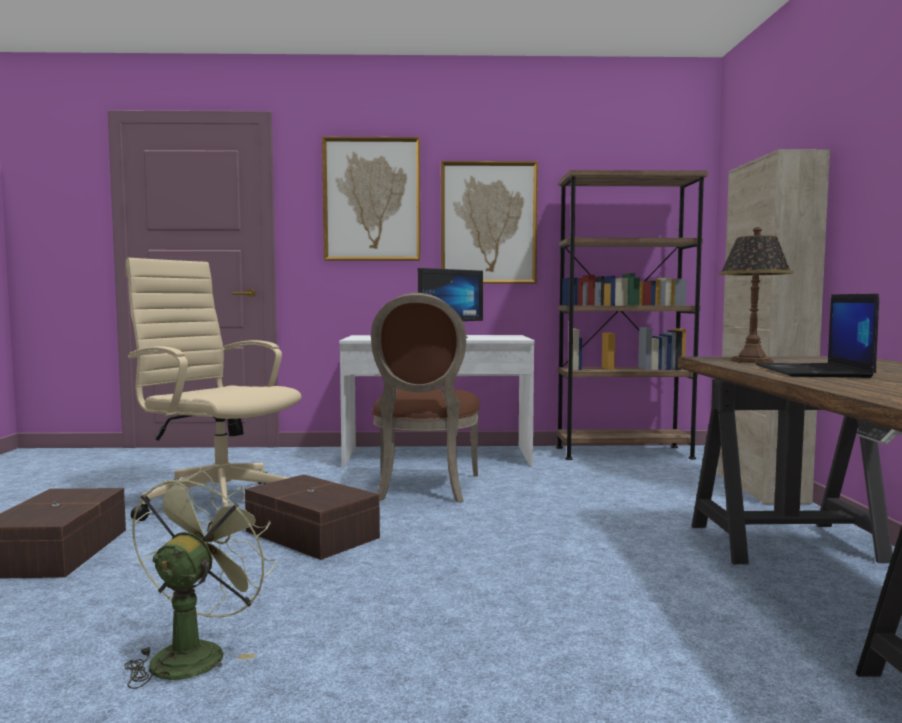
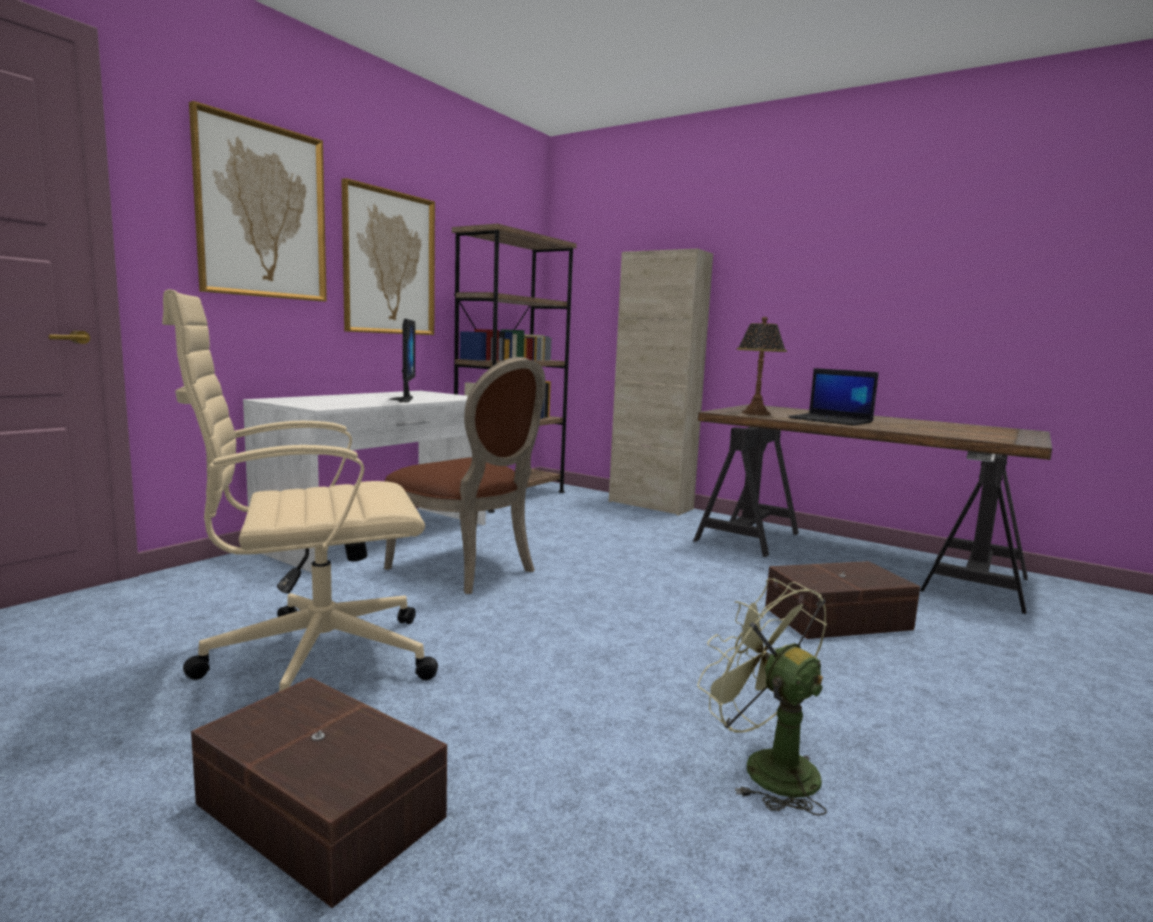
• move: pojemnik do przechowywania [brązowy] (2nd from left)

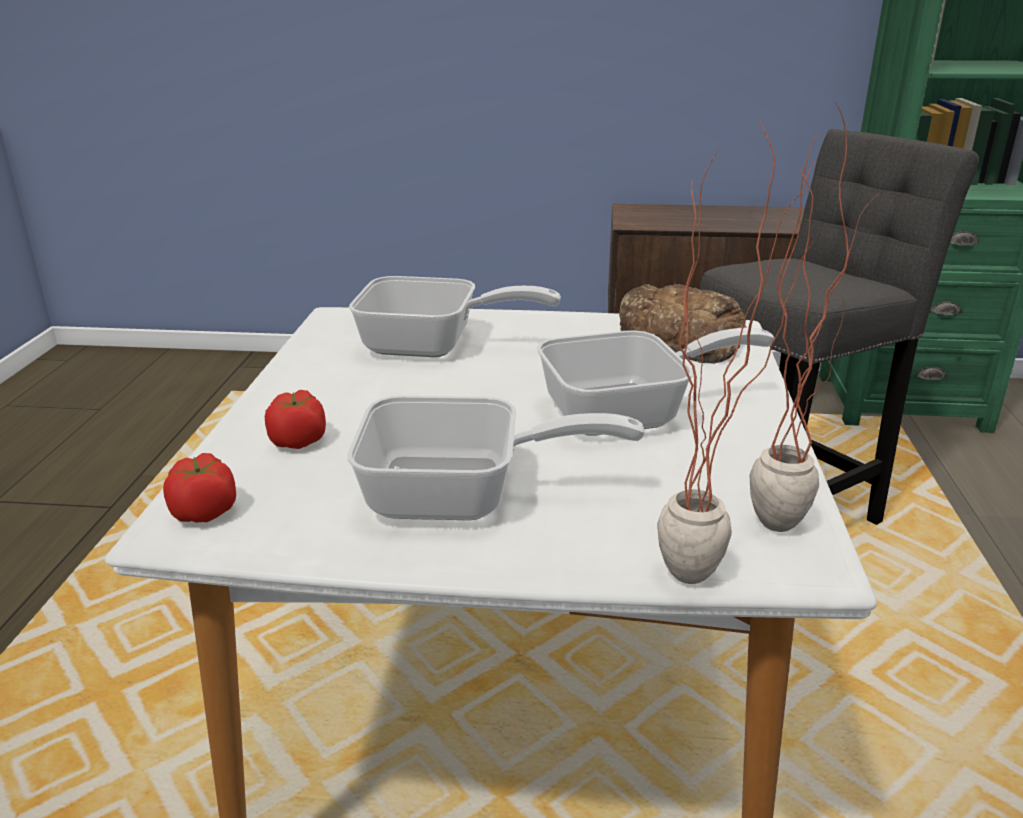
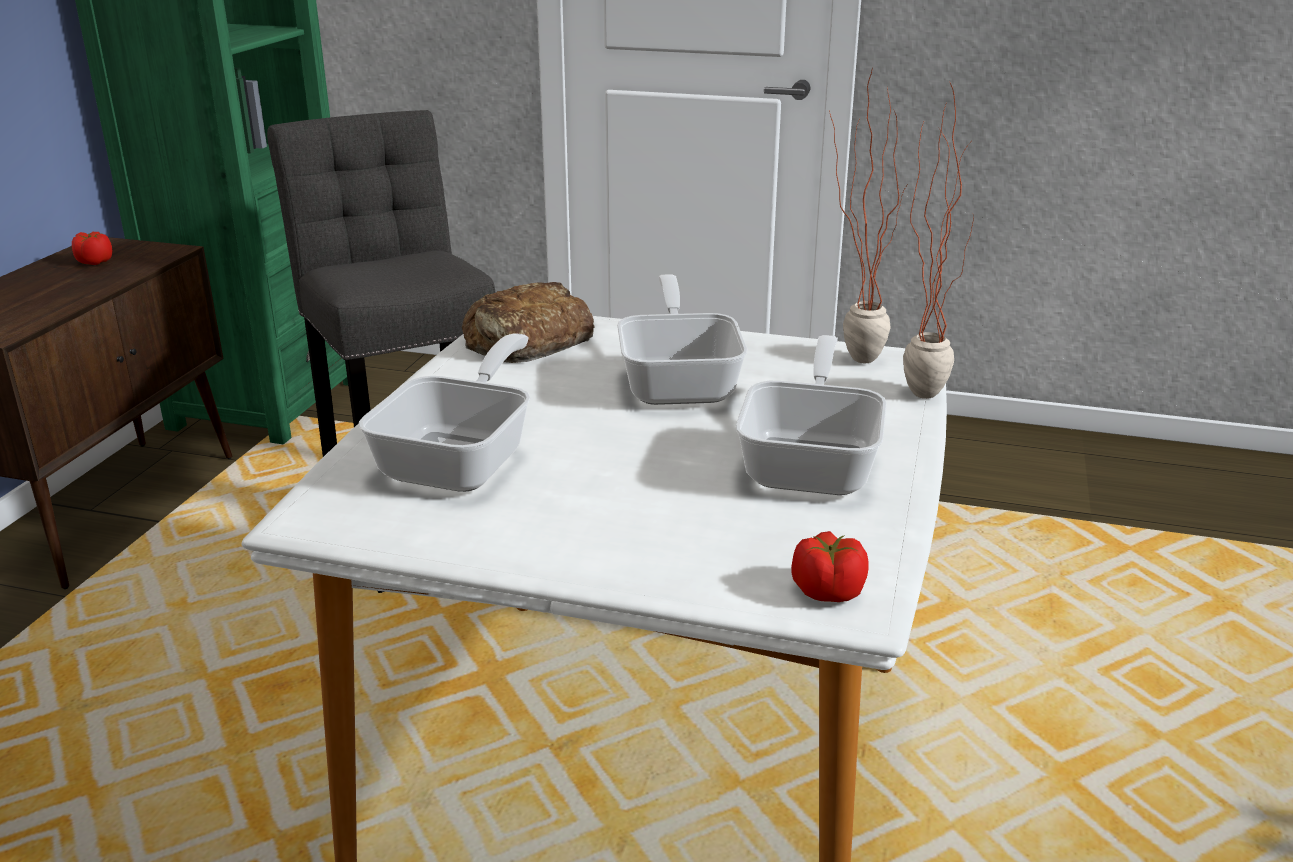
• move: pomidor (2nd from left in the first image) to pomidor (1st from left)

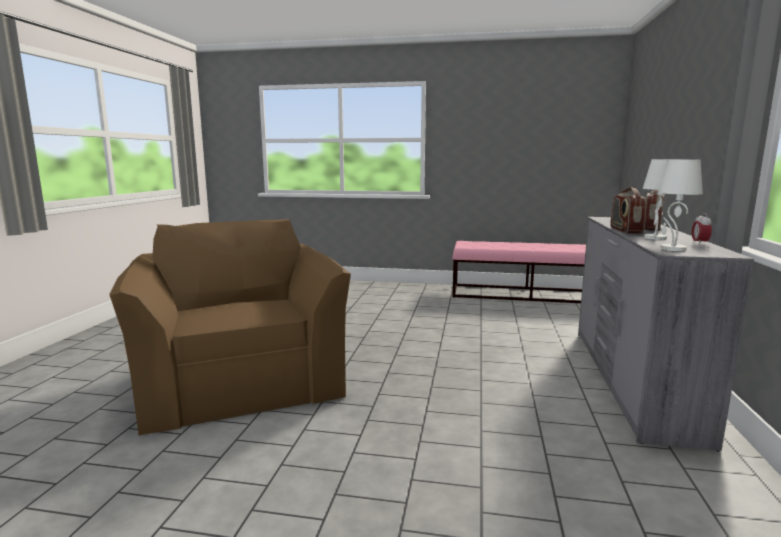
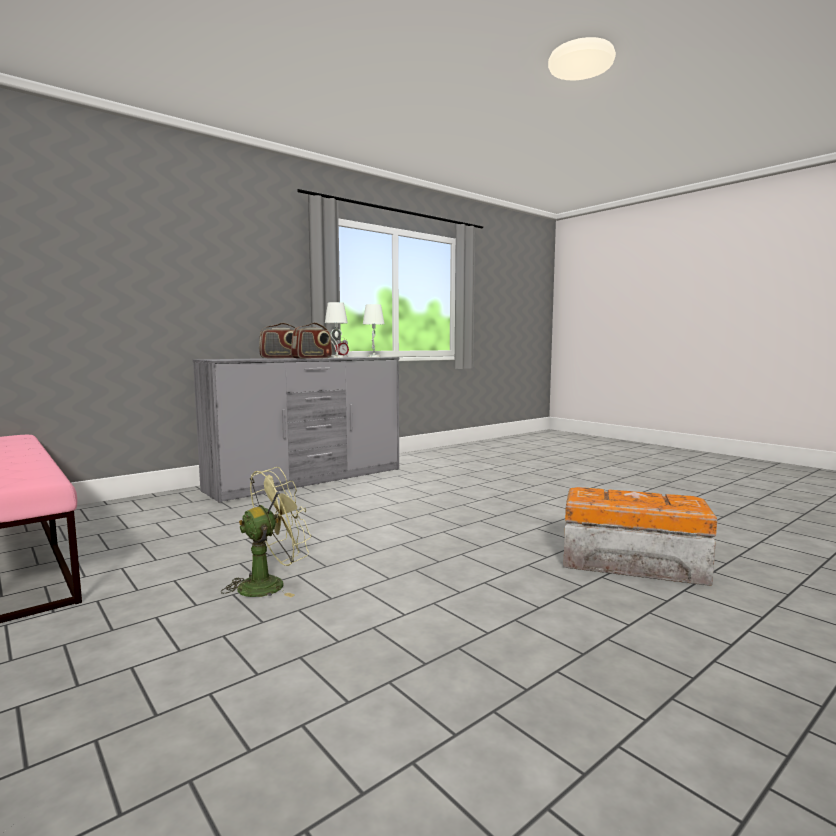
• replace: fotel [brązowy] to pojemnik do przechowywania
• insert: wentylator [zielony]

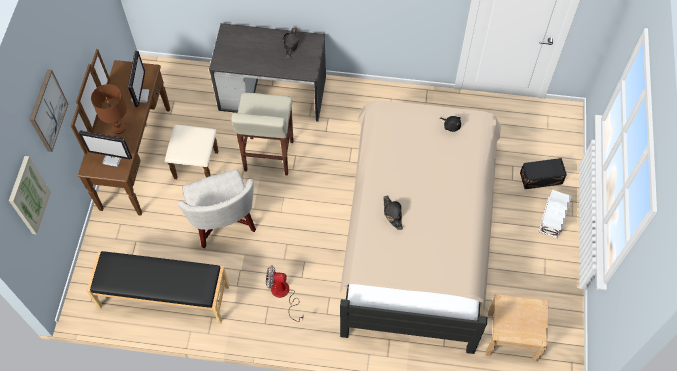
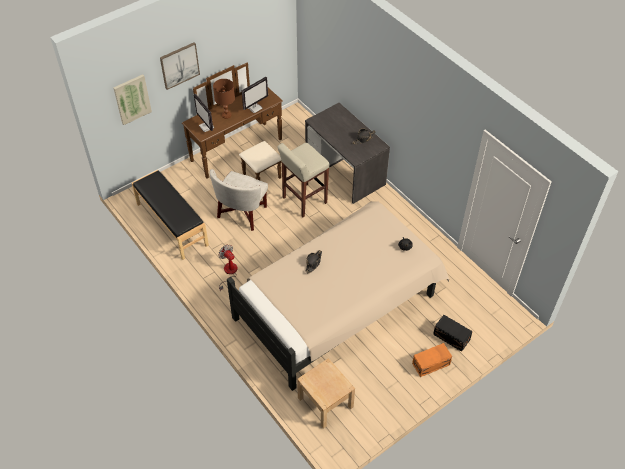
• recolor: pojemnik do przechowywania [biały] to pojemnik do przechowywania [pomarańczowy]

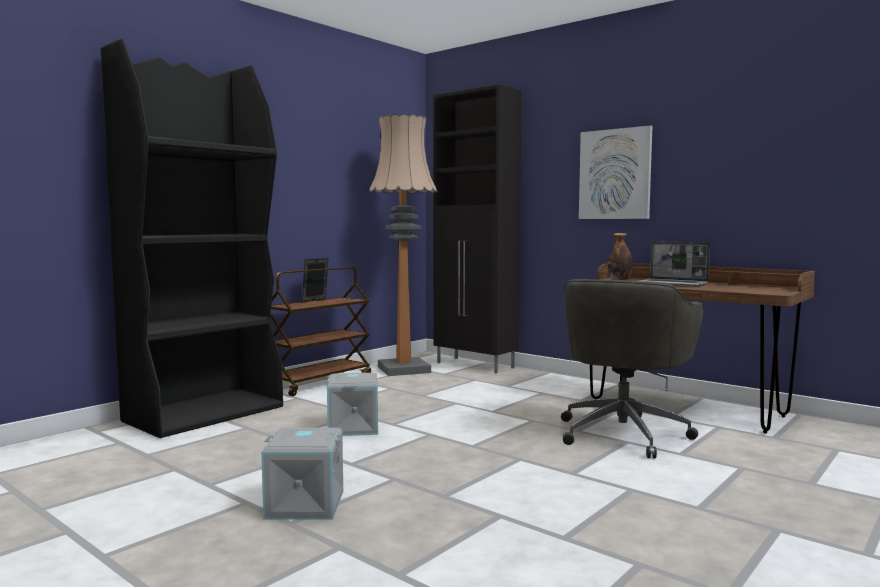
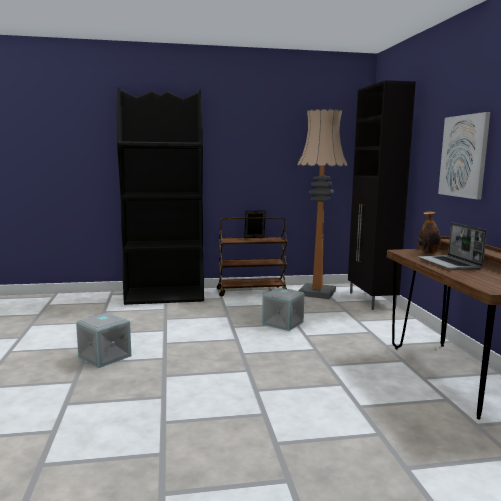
• delete: krzesło biurowe [szary]
• move: pojemnik do przechowywania [szary] (2nd from left)

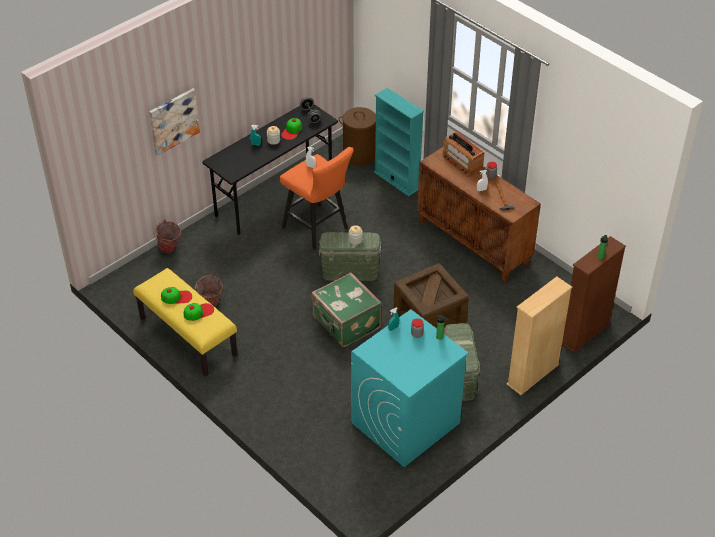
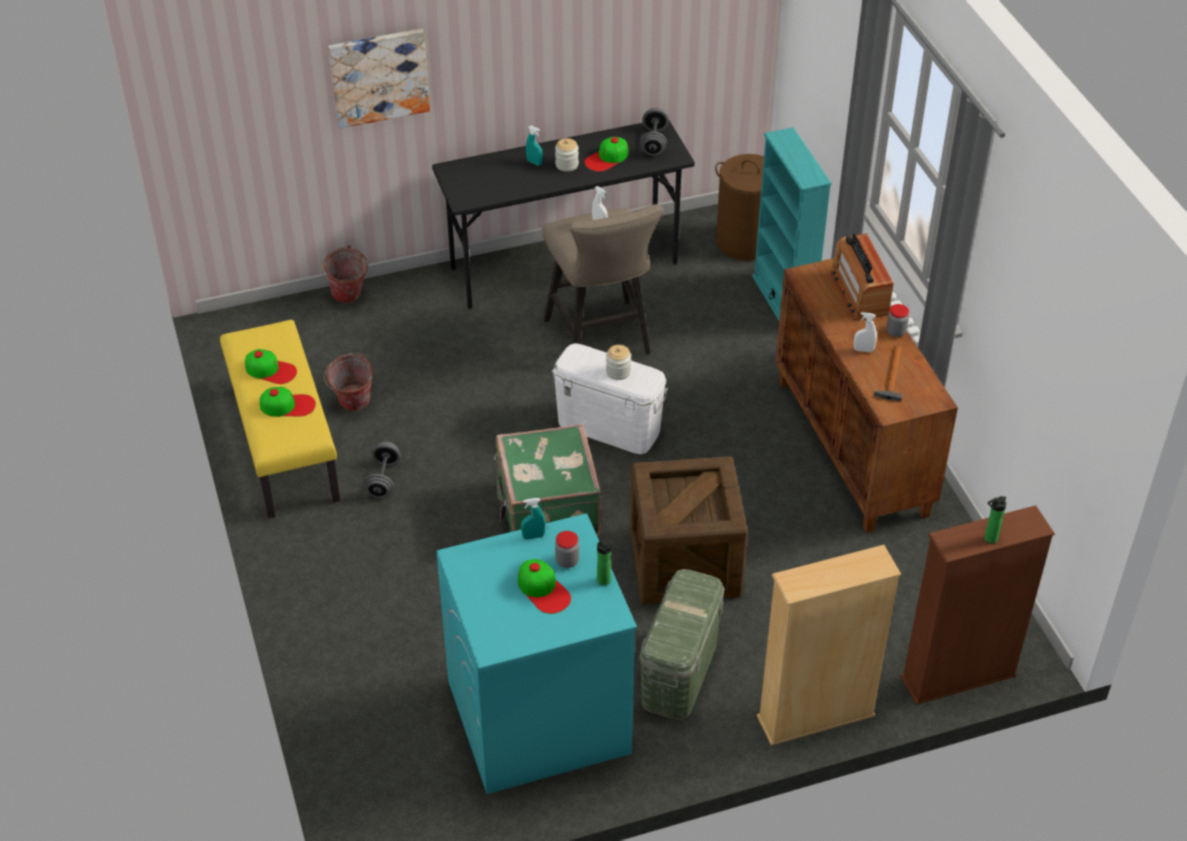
• recolor: stołek [pomarańczowy] to stołek [beżowy]
• recolor: pojemnik do przechowywania [zielony] (1st from left) to pojemnik do przechowywania [biały]
• insert: hantel [szary] (1st from left)
• insert: czapka z daszkiem (3rd from left)

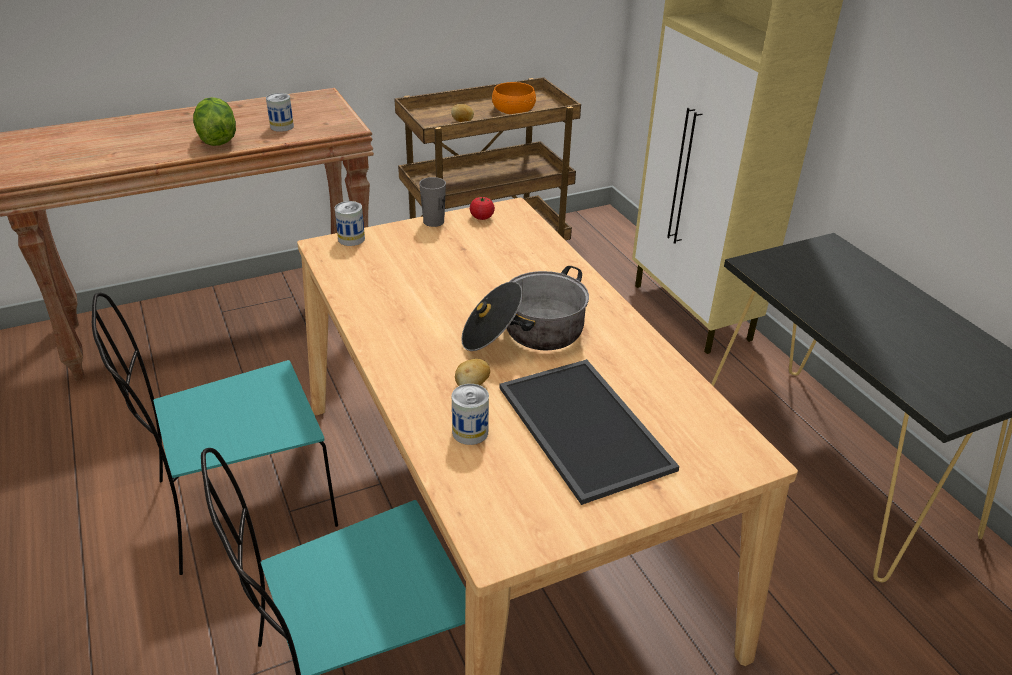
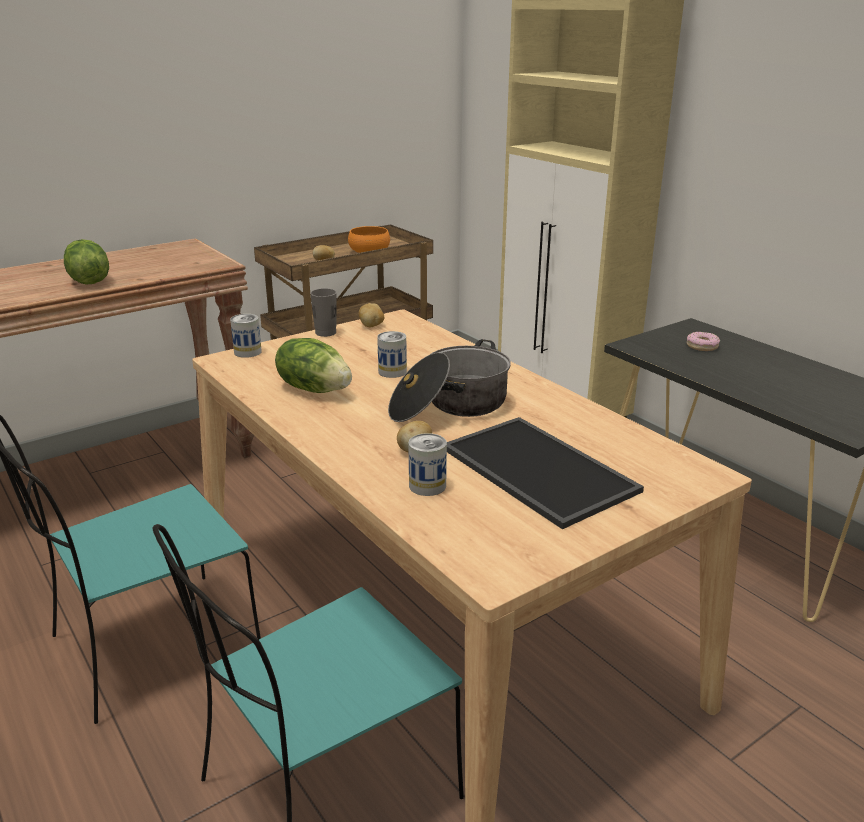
• move: puszka (1st from left in the first image) to puszka (2nd from left)
• replace: pomidor to ziemniak (2nd from left)
• insert: donut
• insert: sałata (2nd from left)

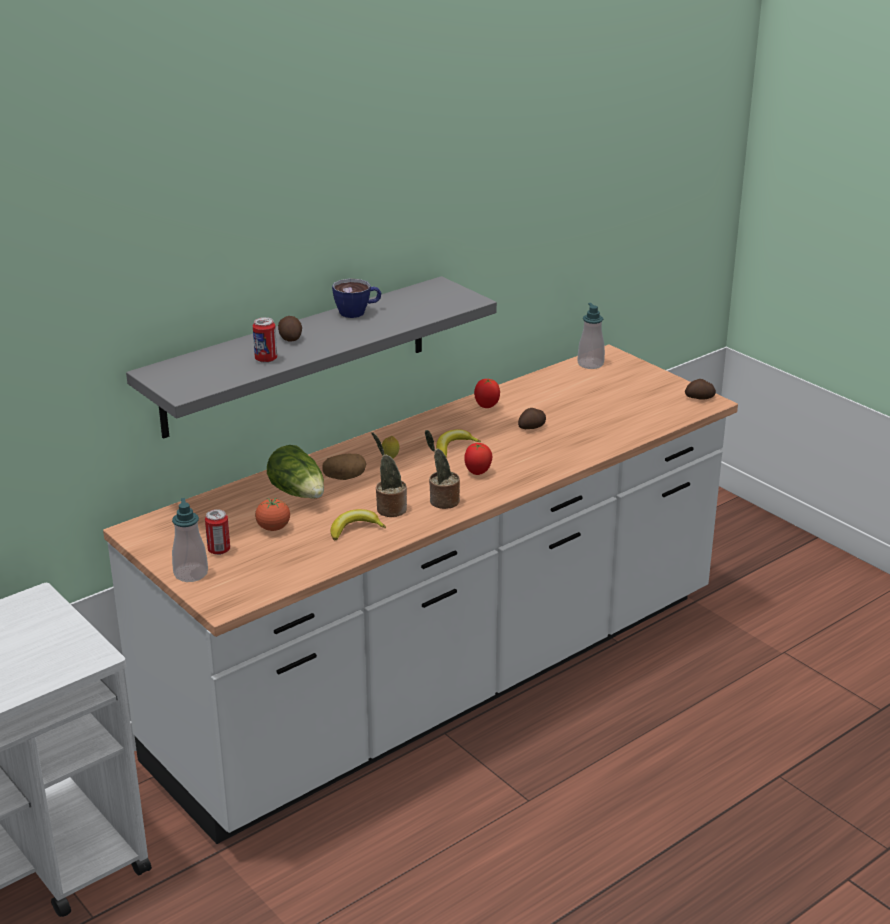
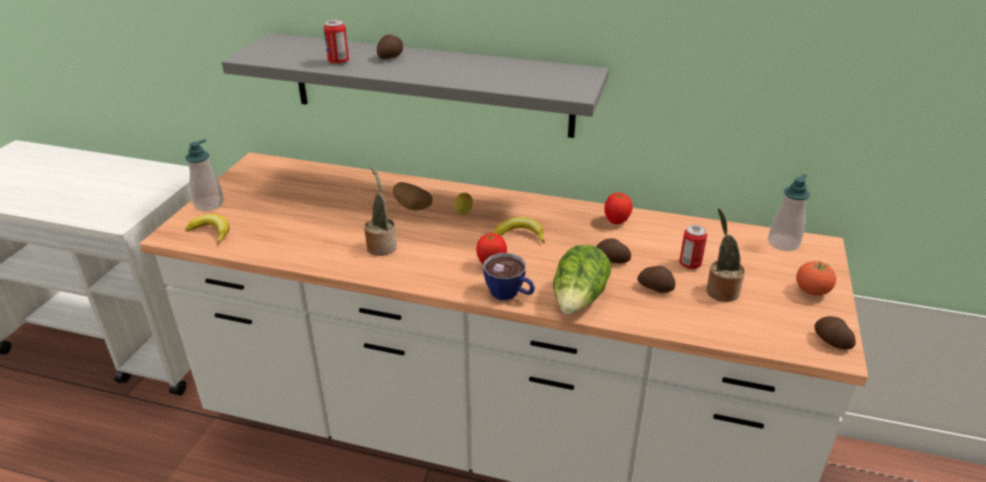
• move: filiżanka
• move: roślina doniczkowa (2nd from left)
• move: sałata
• move: pomidor (1st from left in the first image) to pomidor (3rd from left)
• move: puszka (1st from left in the first image) to puszka (2nd from left)
• move: banan (1st from left)
• insert: ziemniak (4th from left)

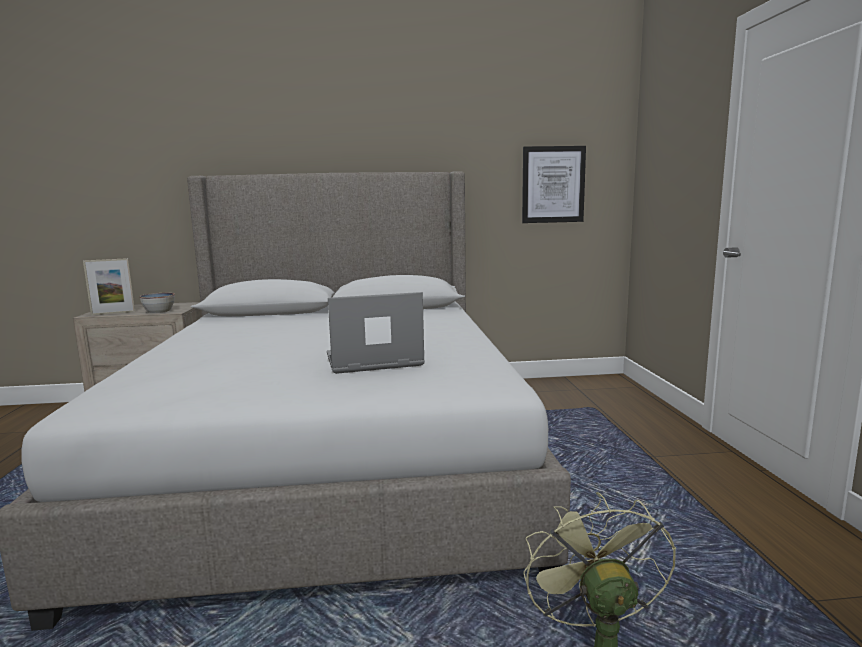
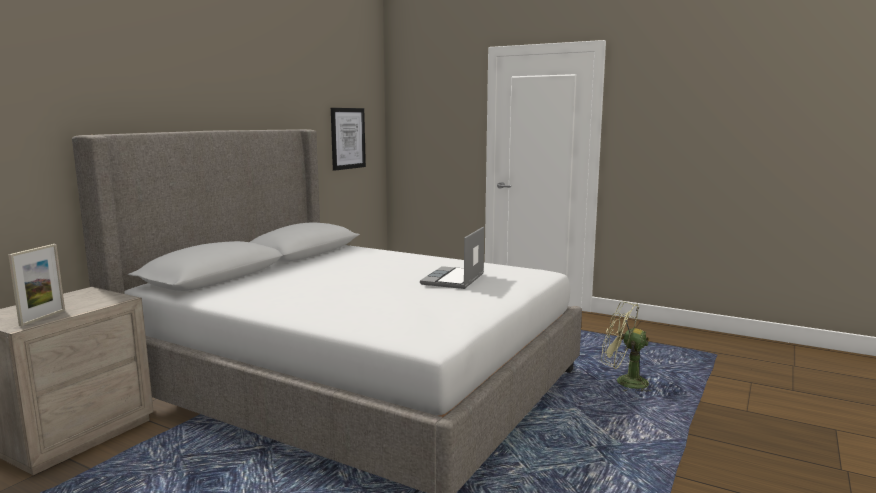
• delete: miska

